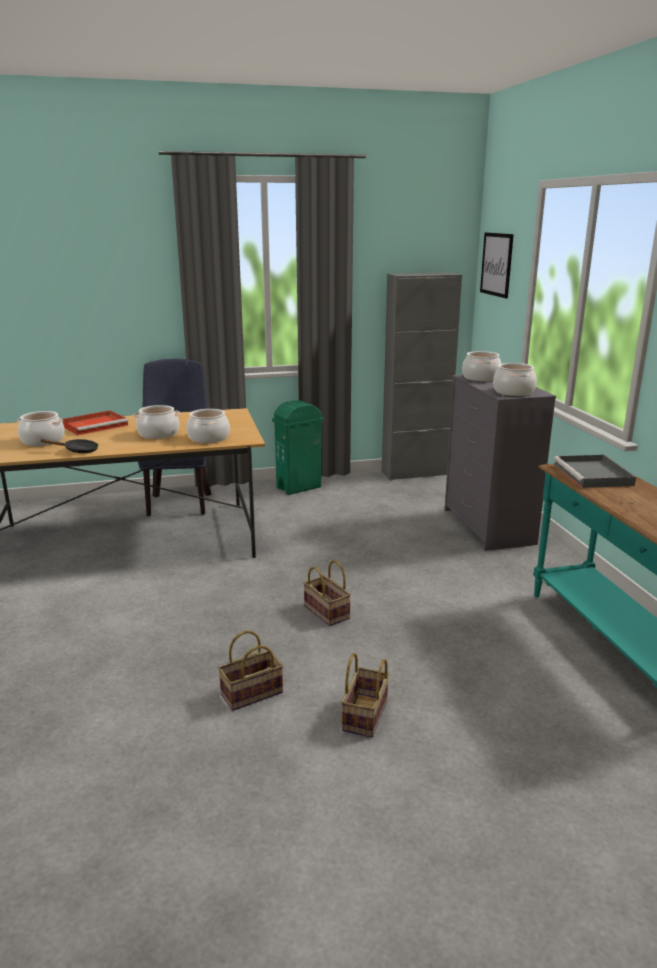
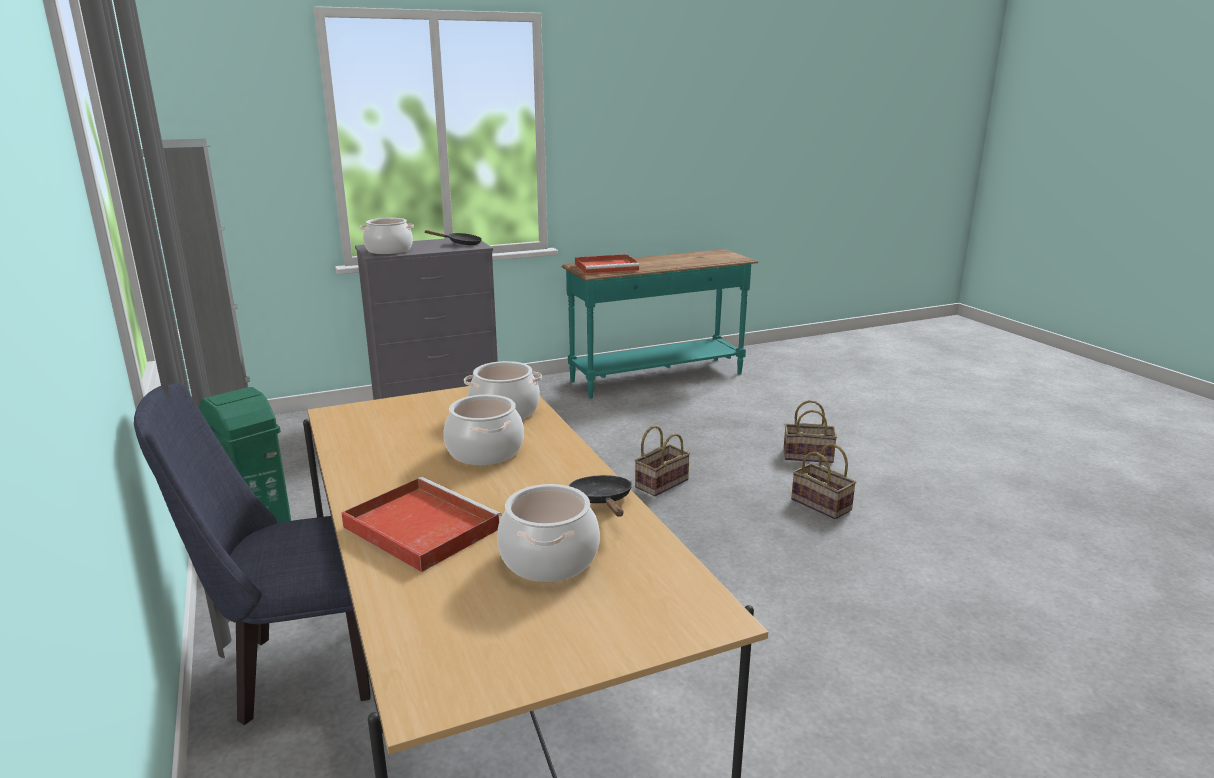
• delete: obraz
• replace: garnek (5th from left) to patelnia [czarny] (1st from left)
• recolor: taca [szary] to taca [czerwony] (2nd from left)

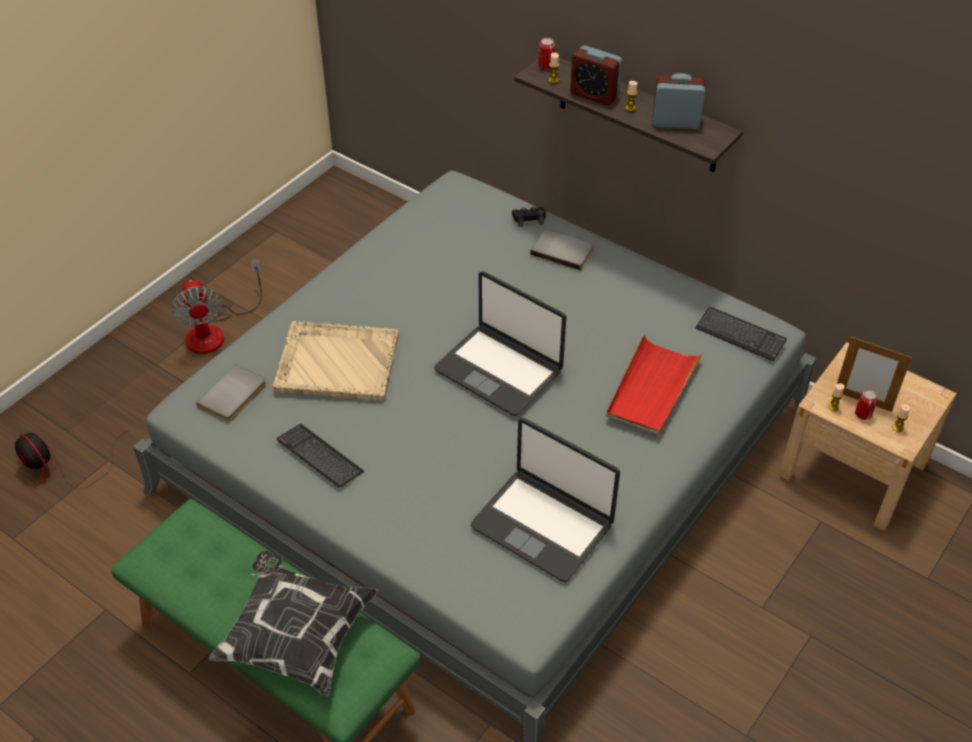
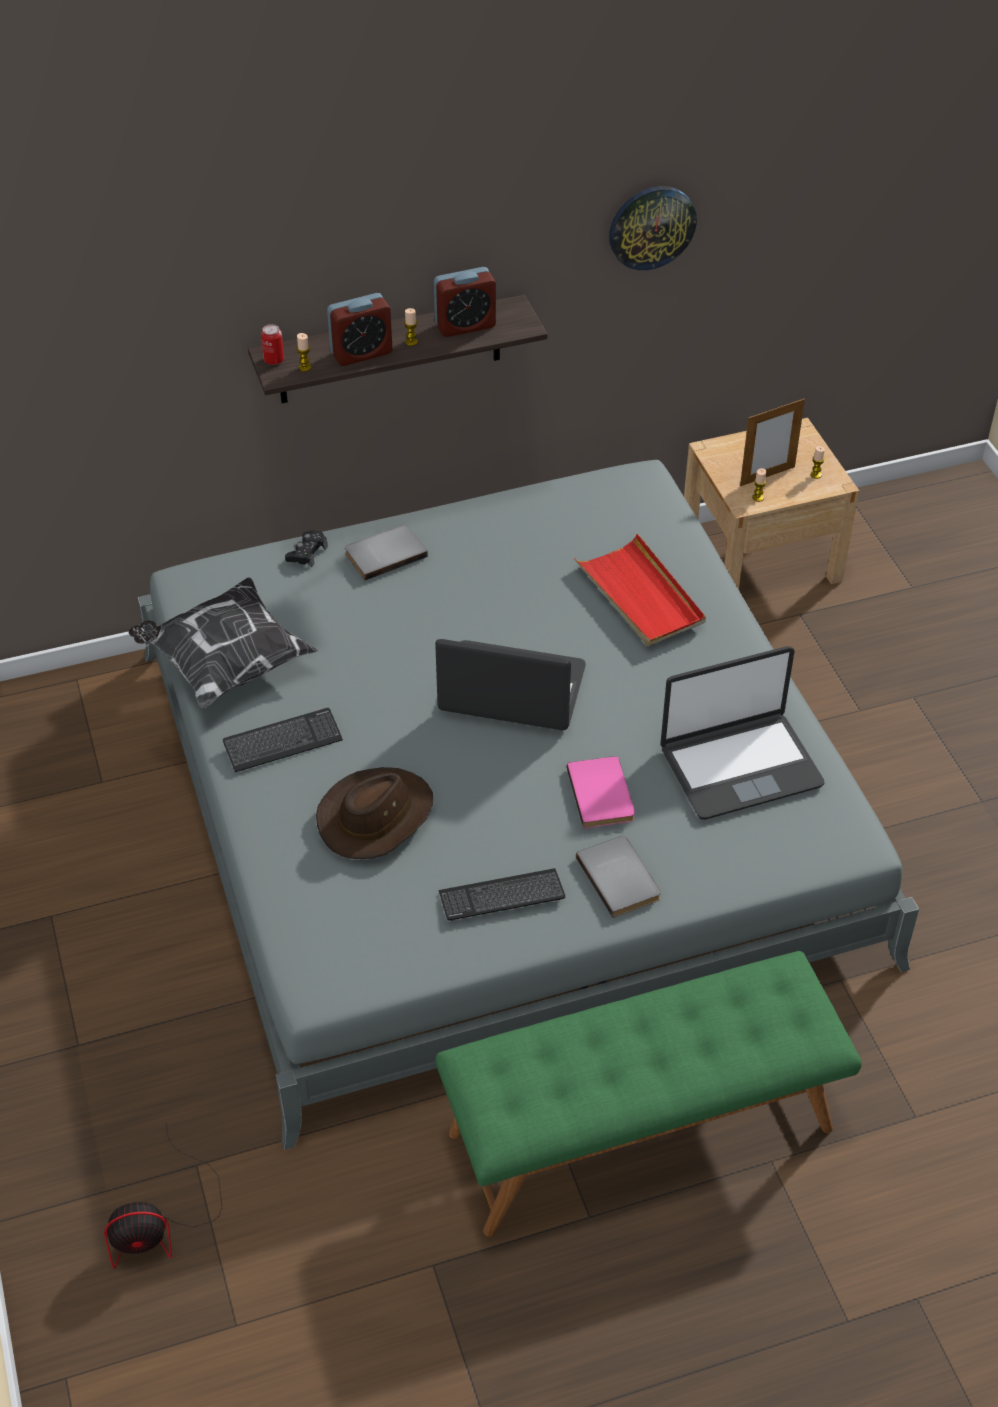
• rotate: budzik (2nd from left) 150 degrees counterclockwise
• delete: wentylator (2nd from left)
• rotate: laptop (1st from left) 150 degrees counterclockwise
• move: klawiatura (2nd from left in the first image) to klawiatura (1st from left)
• replace: taca [beżowy] to kapelusz [brązowy]
• move: książka [szary] (1st from left in the first image) to książka [szary] (2nd from left)
• delete: puszka (2nd from left)
• move: poduszka
• insert: zegar ścienny
• insert: książka [różowy]

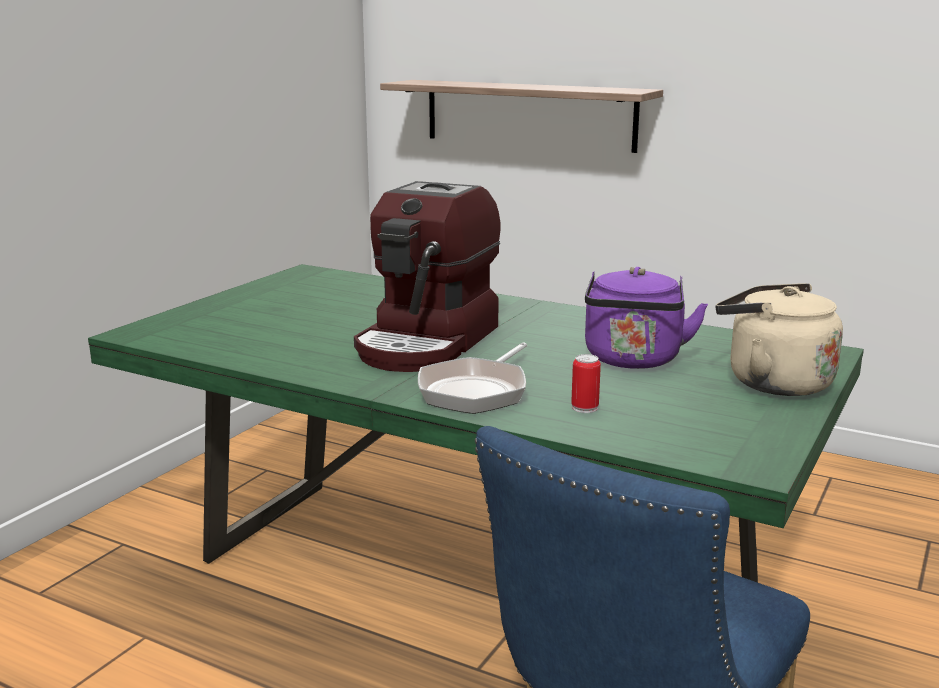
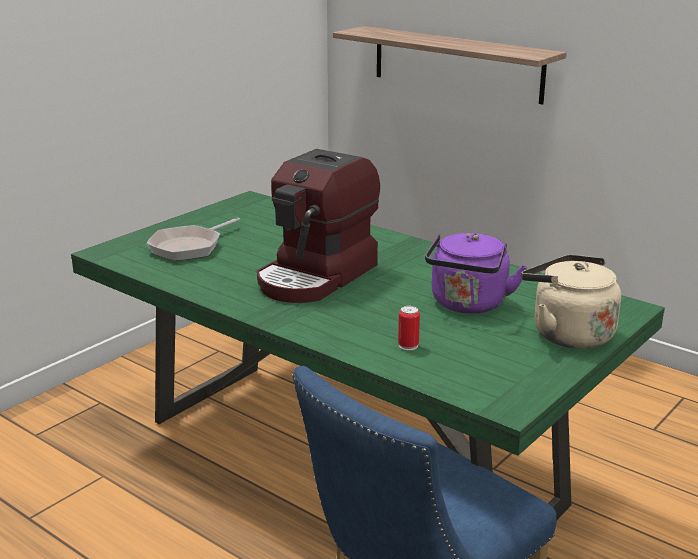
• move: patelnia

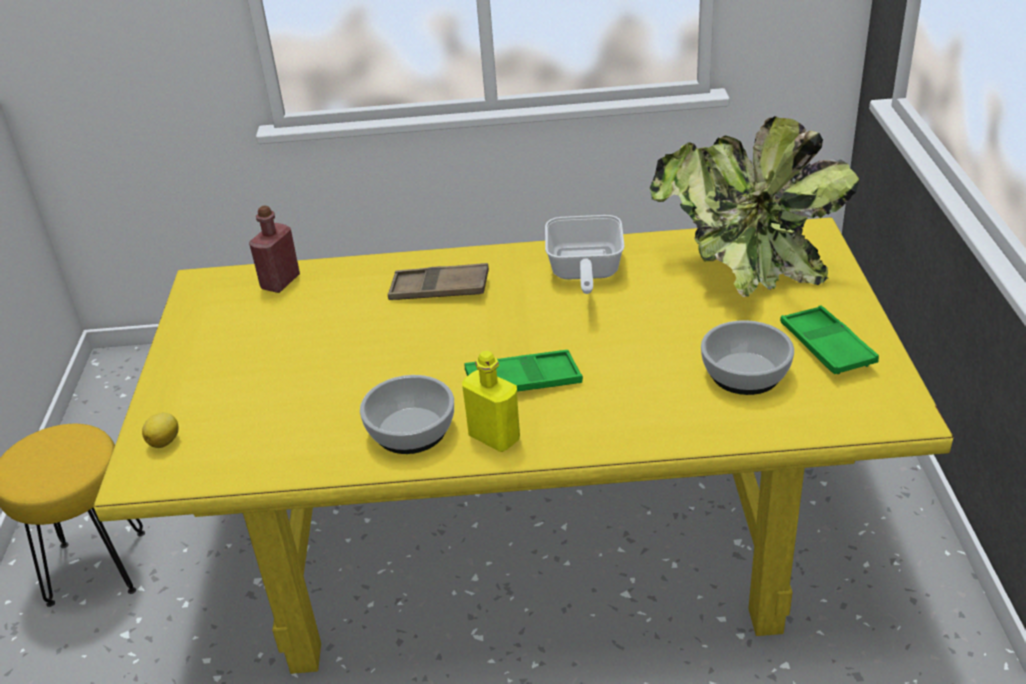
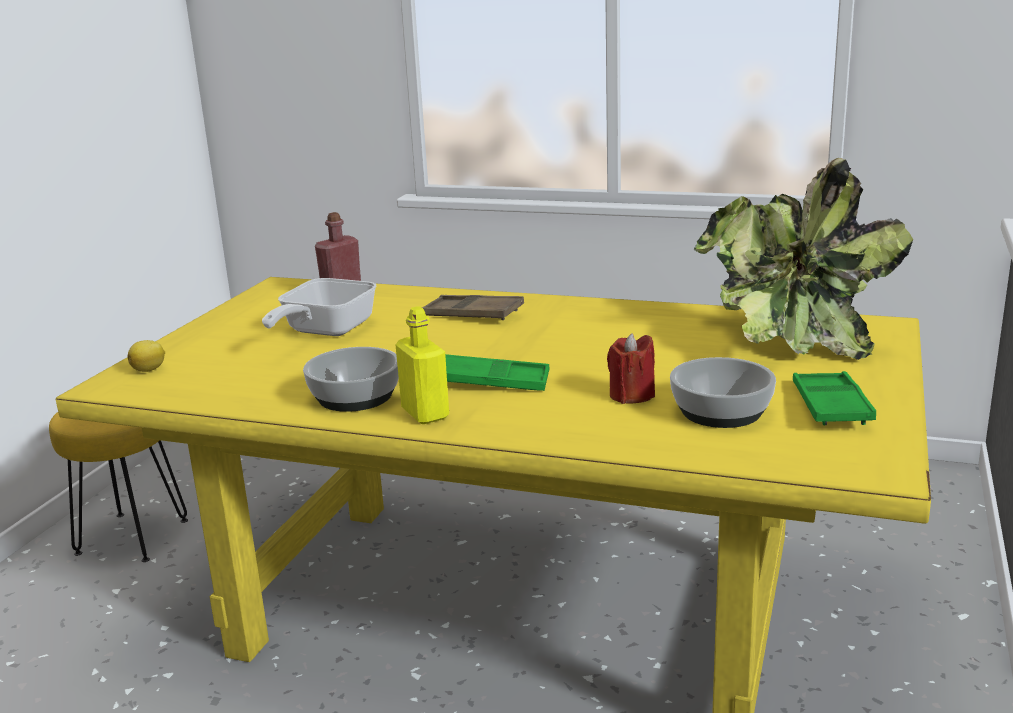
• move: patelnia
• insert: świeca [czerwony]

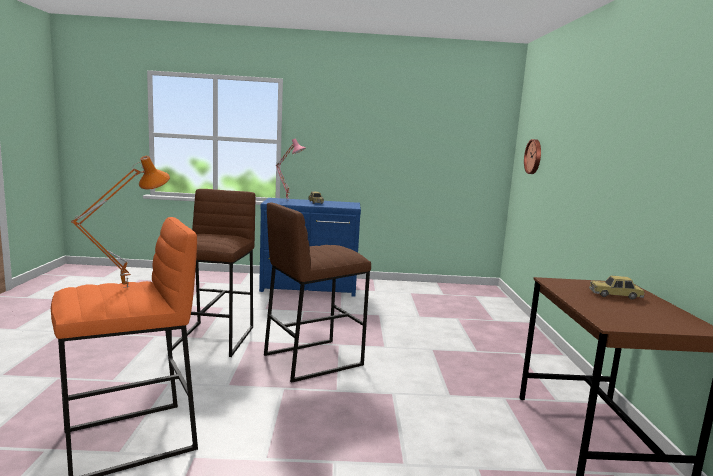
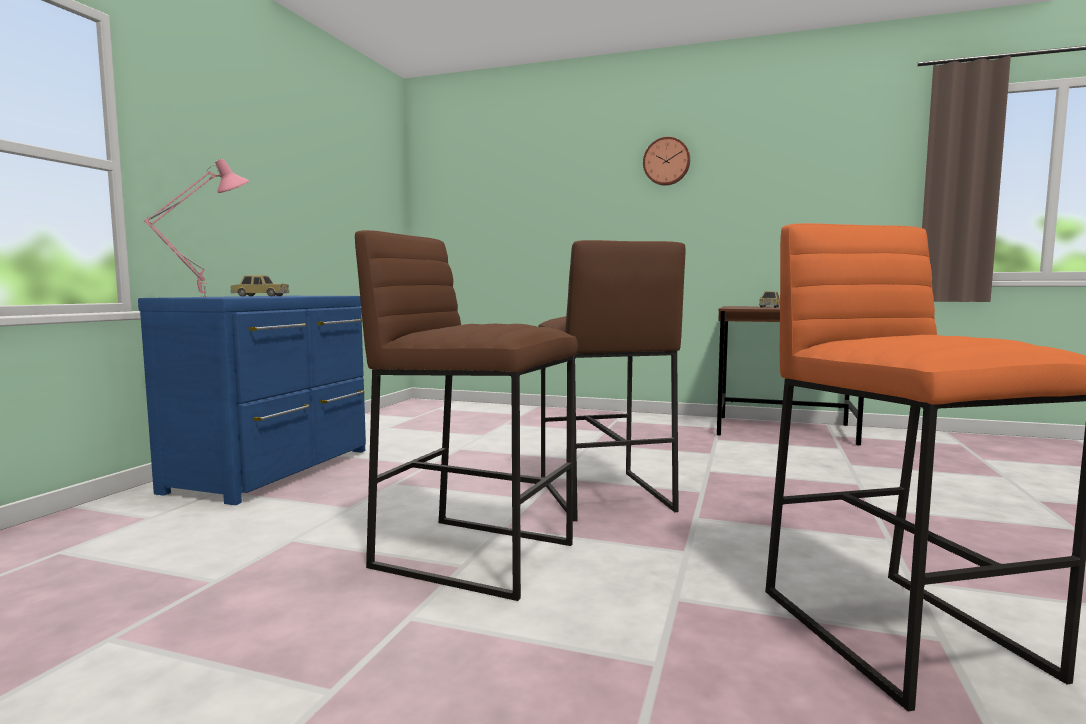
• move: zegar ścienny
• delete: lampa stołowa [pomarańczowy]

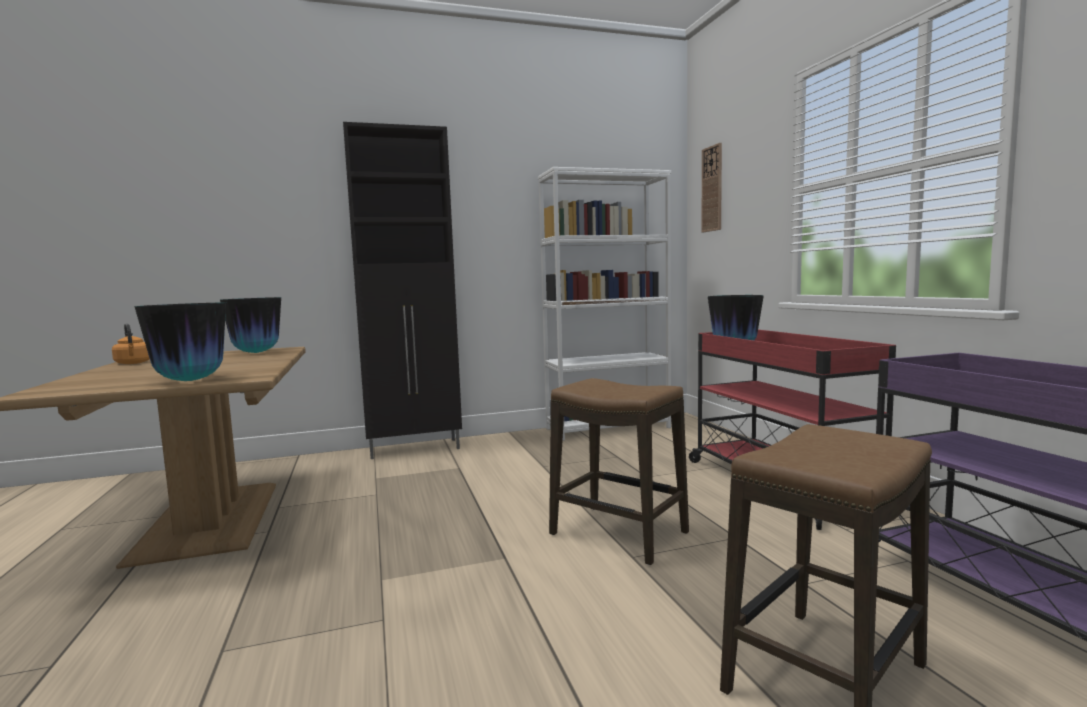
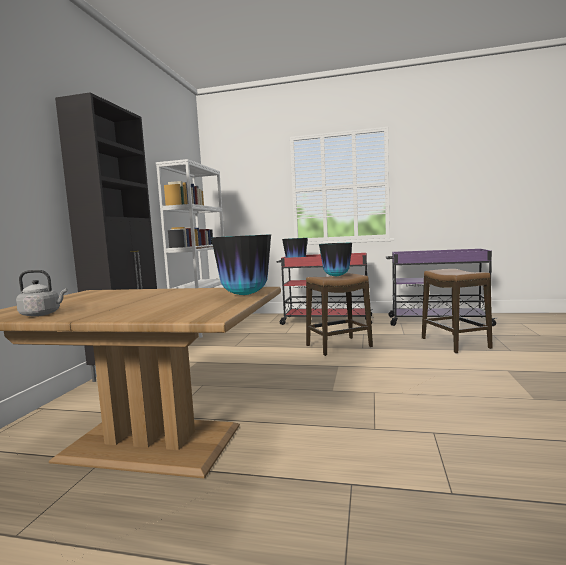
• delete: zegar ścienny
• move: wazon (2nd from left in the first image) to wazon (3rd from left)
• recolor: czajnik [pomarańczowy] to czajnik [szary]

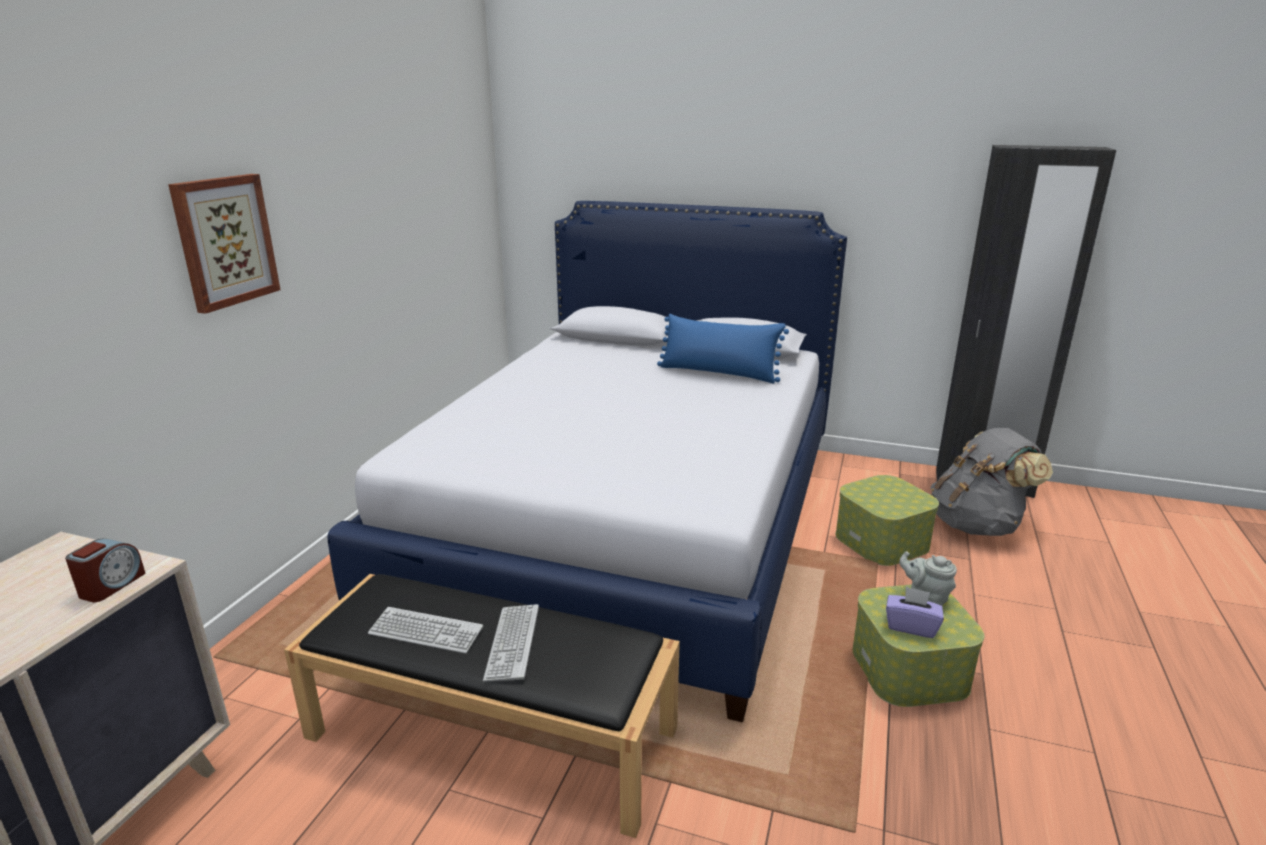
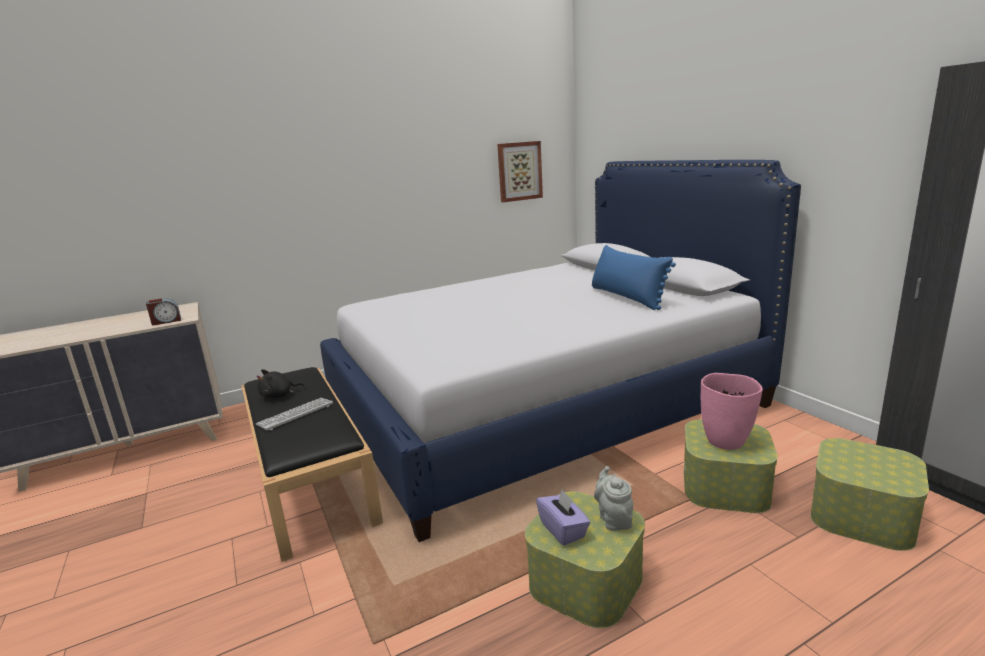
• move: obraz
• replace: plecak [szary] to pojemnik do przechowywania (3rd from left)
• replace: klawiatura (1st from left) to pluszak [czarny]
• insert: wazon [różowy]

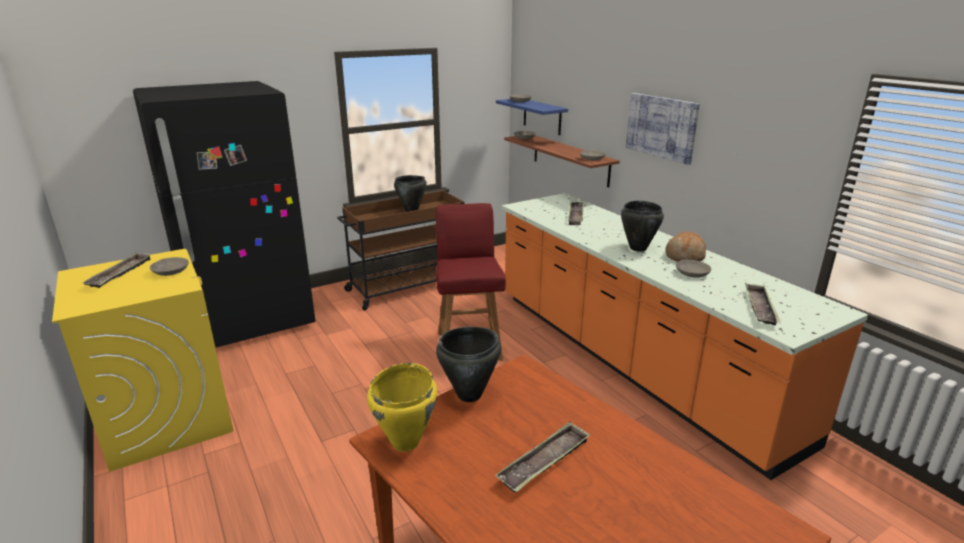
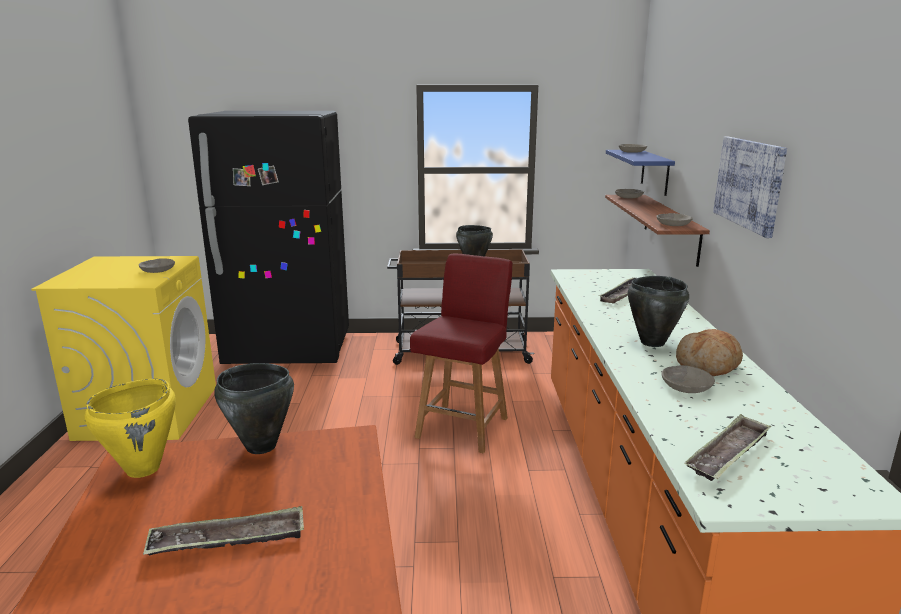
• delete: taca (1st from left)

